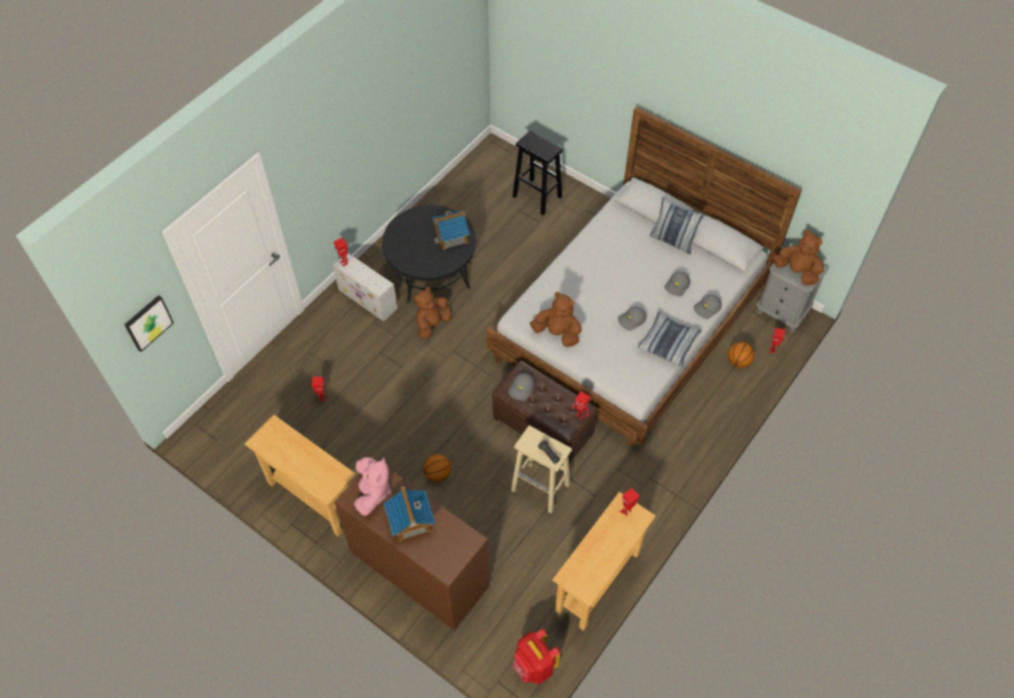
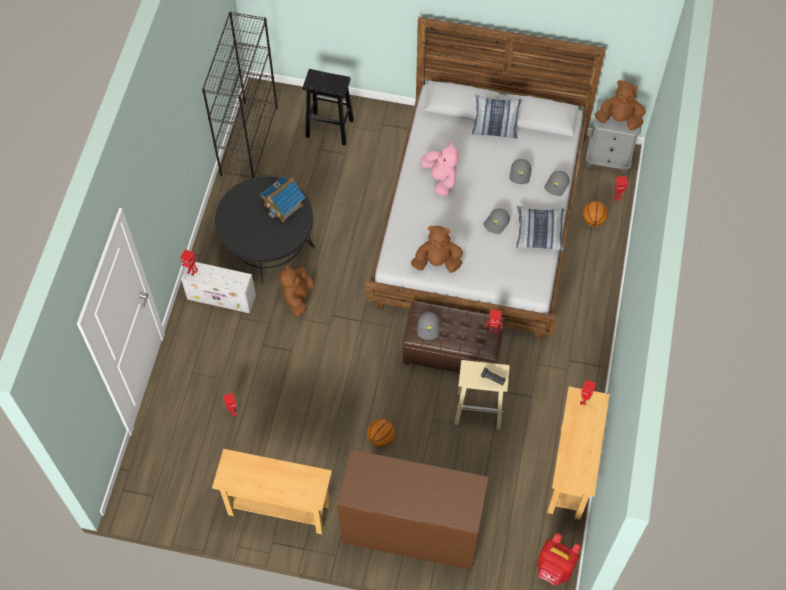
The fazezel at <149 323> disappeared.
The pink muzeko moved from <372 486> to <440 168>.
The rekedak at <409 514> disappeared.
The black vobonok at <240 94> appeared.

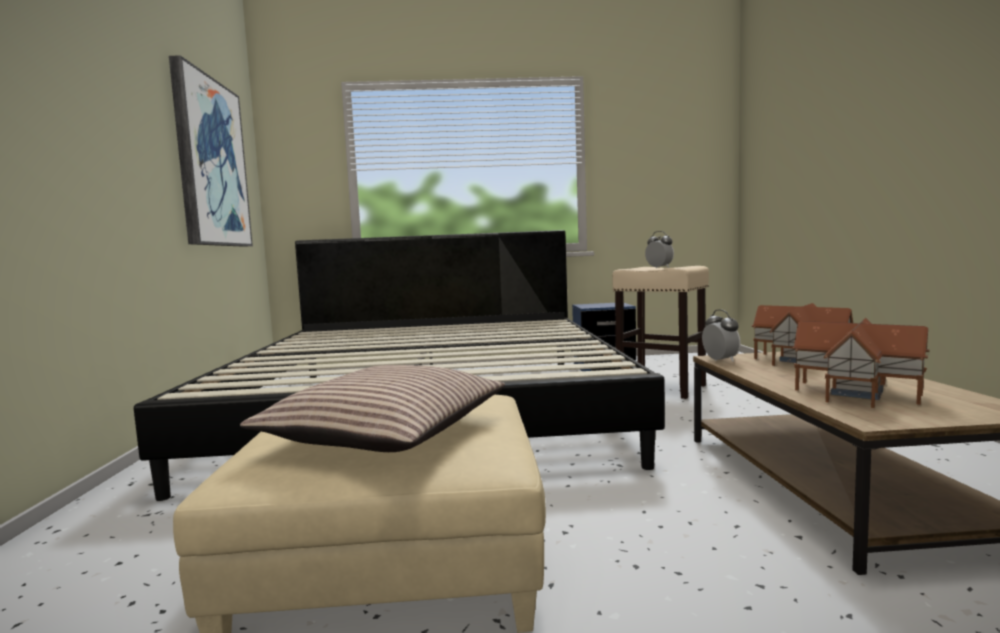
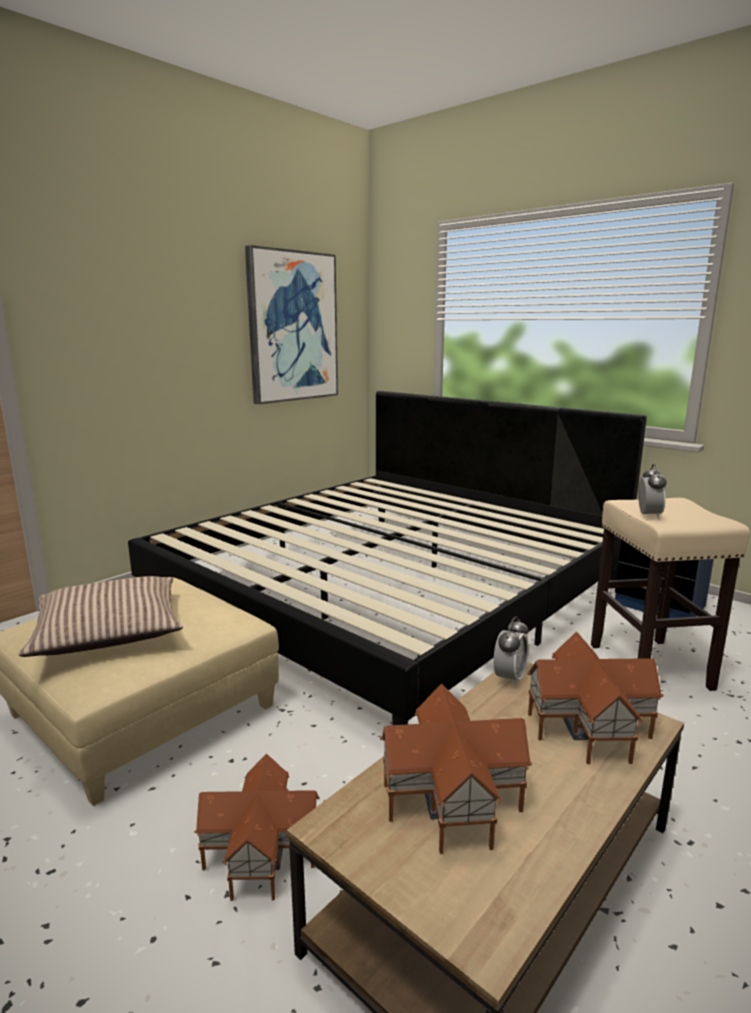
The rekedak at <257 827> appeared.

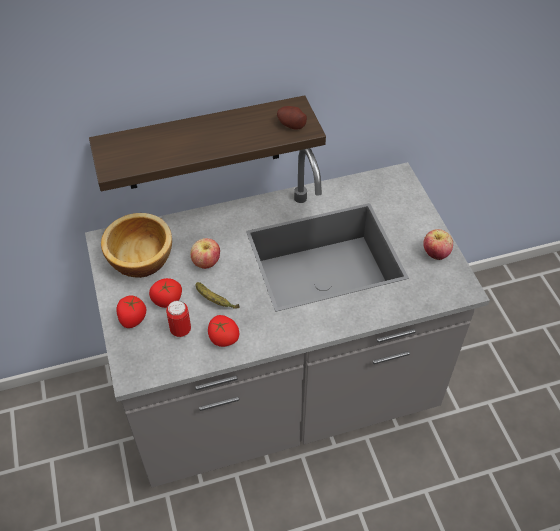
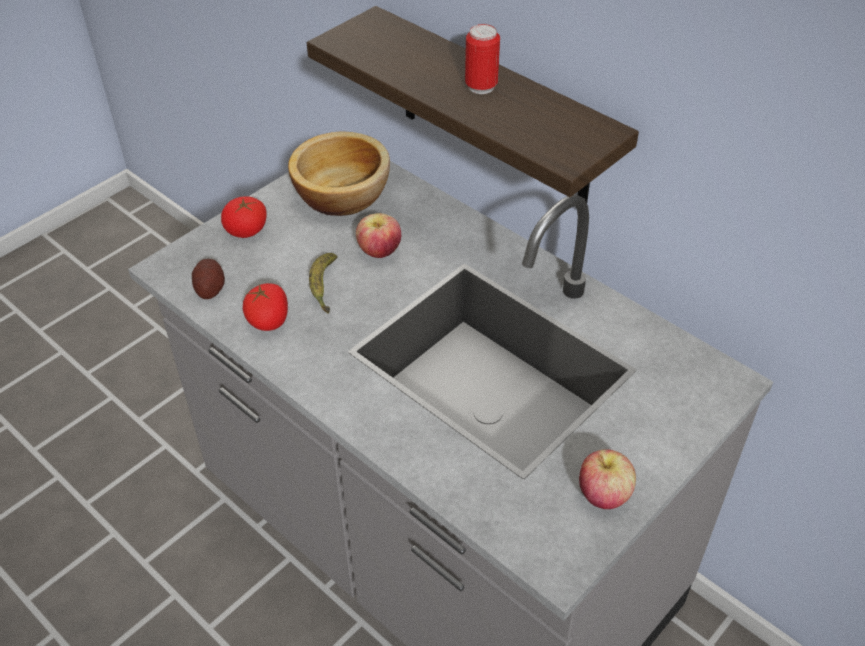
The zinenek at <165 293> disappeared.
The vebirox moved from <178 318> to <482 59>.
The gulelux moved from <292 118> to <208 279>.

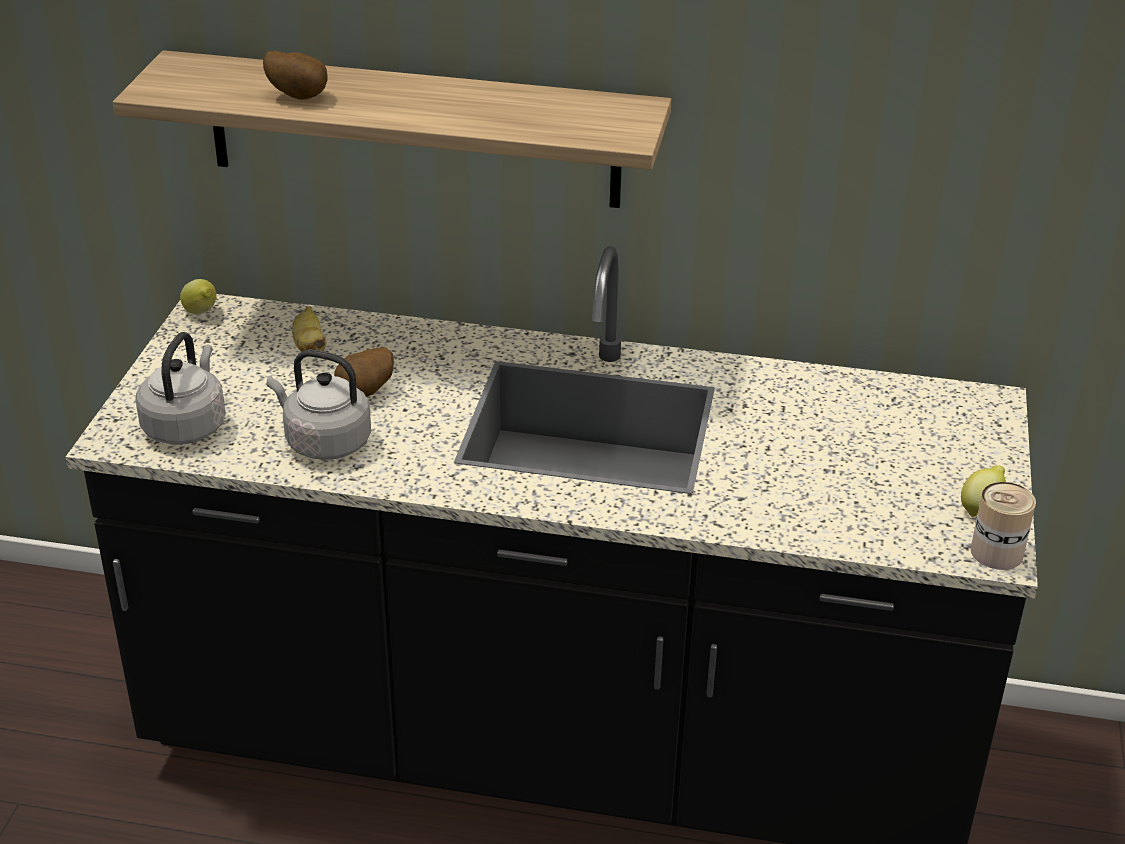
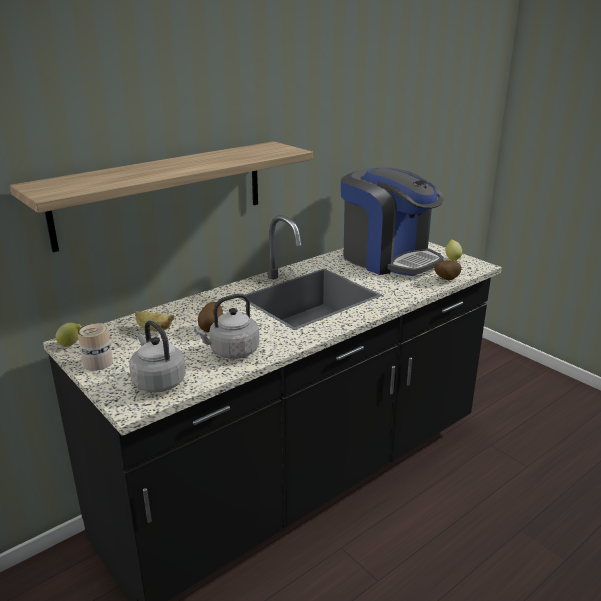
The gulelux moved from <295 75> to <448 270>.
The vebirox moved from <1003 526> to <95 347>.
The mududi at <392 221> appeared.

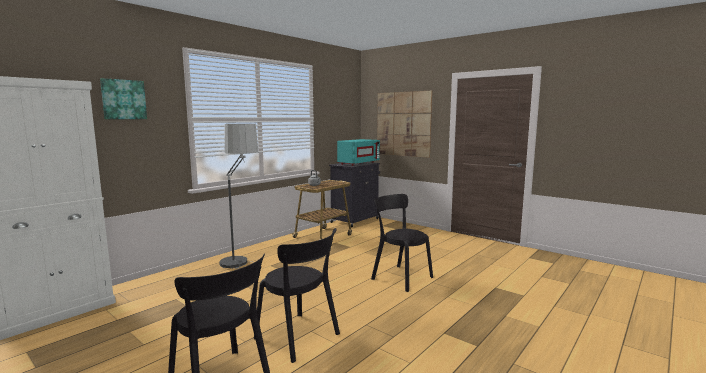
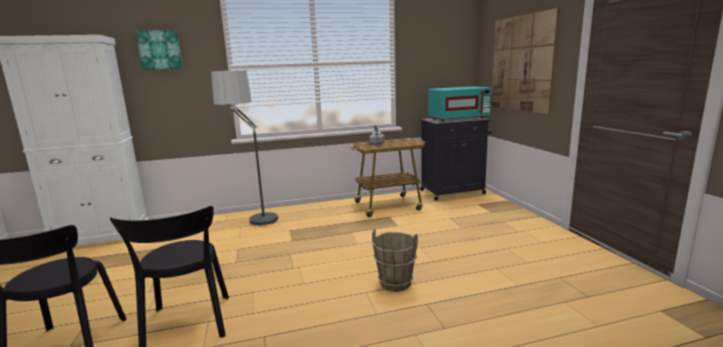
The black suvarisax at <402 243> was replaced by the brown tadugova at <395 260>.

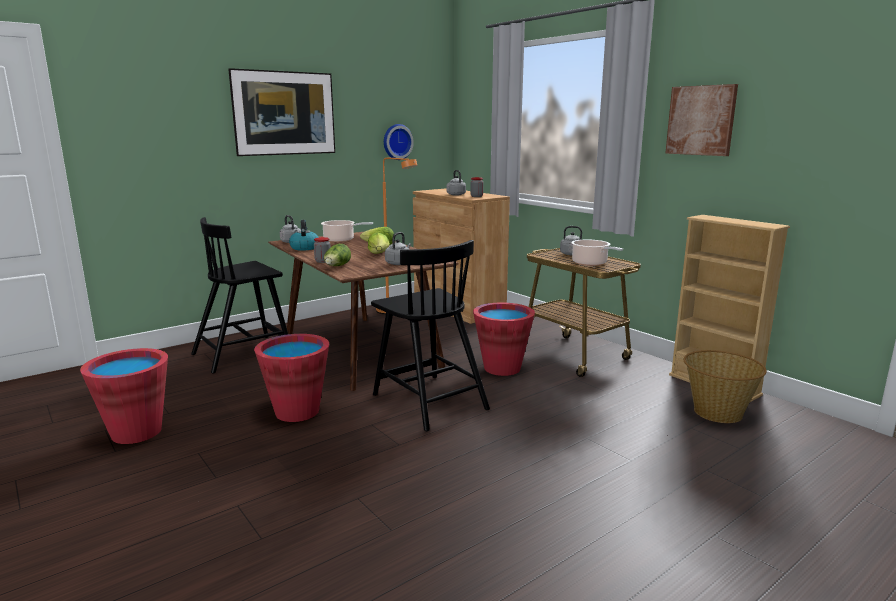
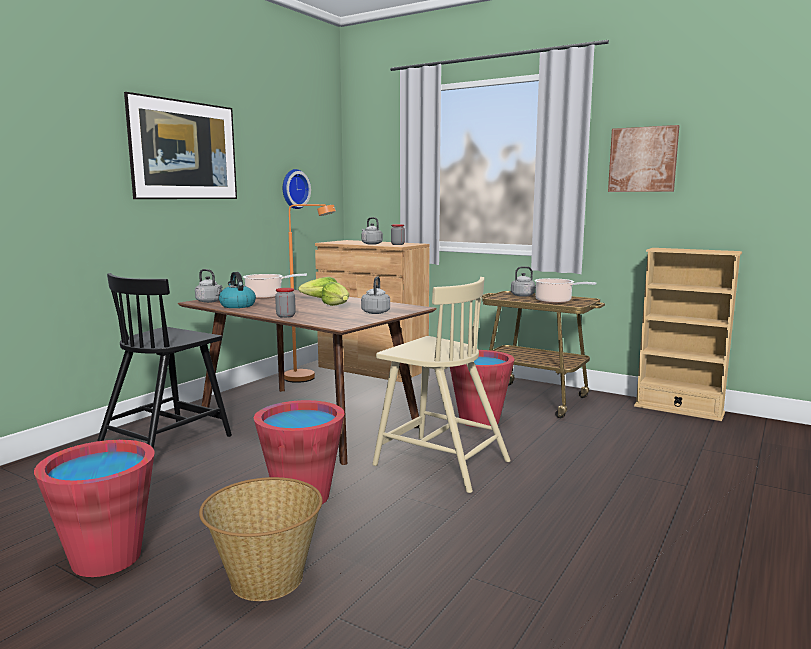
The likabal at <337 255> disappeared.
The black suvarisax at <430 335> became the beige suvarisax at <441 385>.
The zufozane moved from <725 386> to <260 539>.

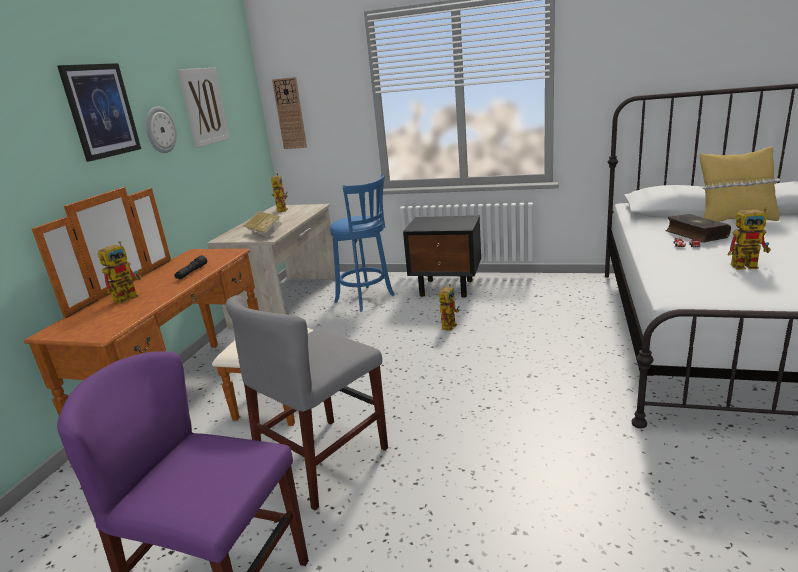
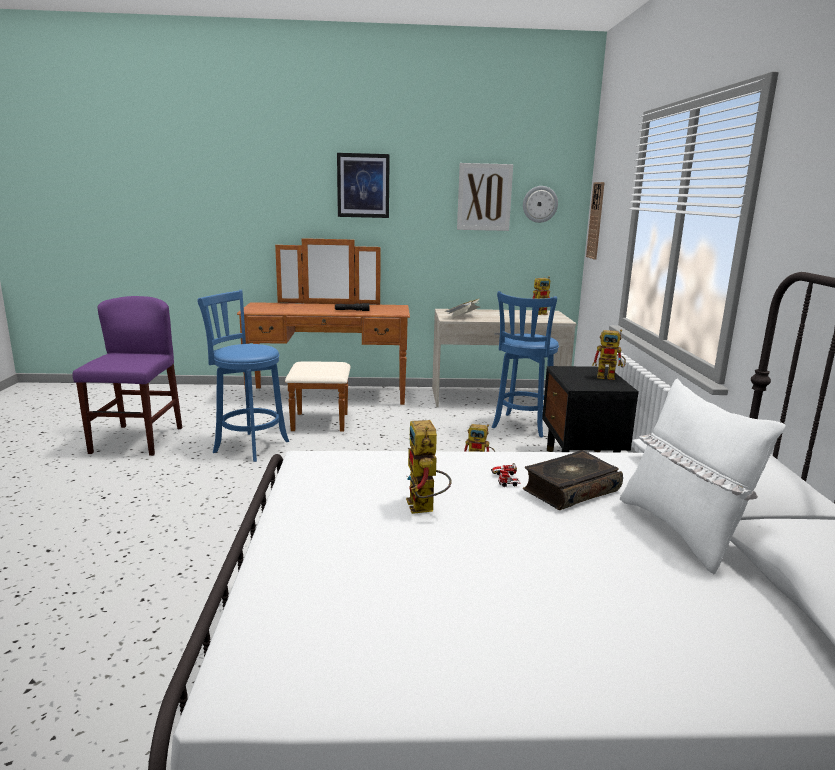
The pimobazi moved from <119 272> to <609 355>.
The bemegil moved from <161 129> to <540 204>.
The grey suvarisax at <307 402> was replaced by the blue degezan at <243 376>.
The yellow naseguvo at <740 184> became the white naseguvo at <703 477>.

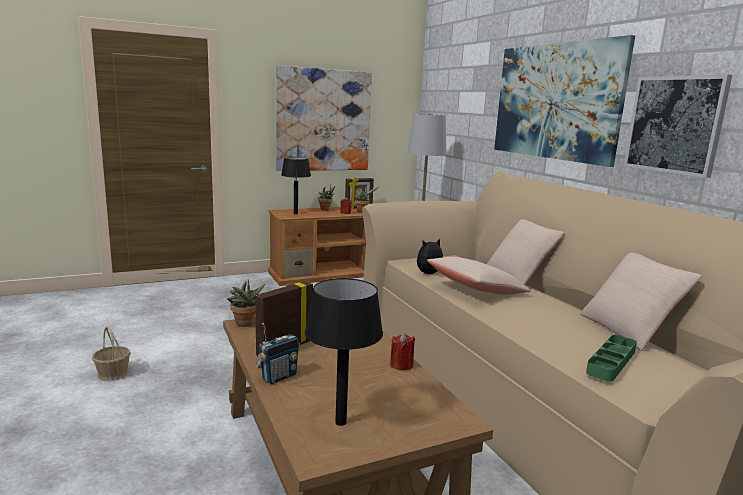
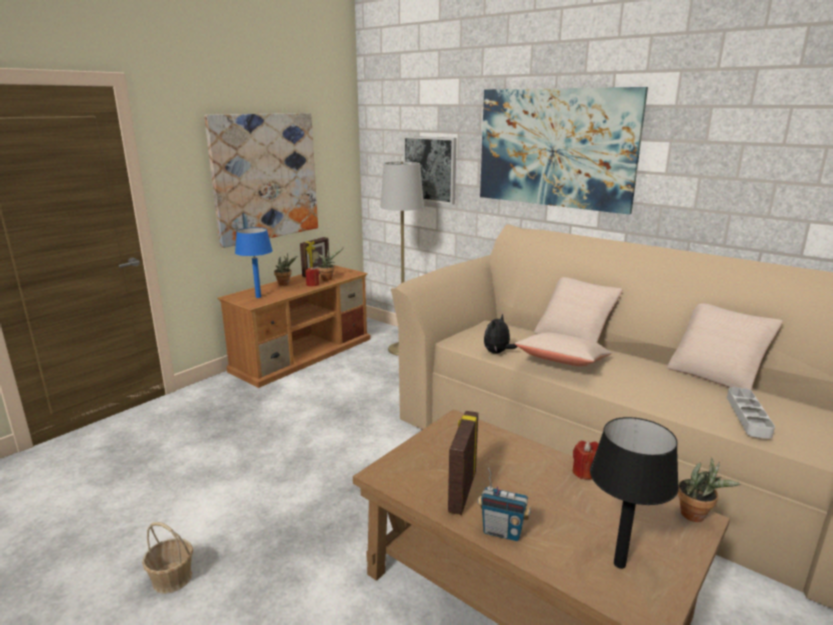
The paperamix moved from <246 303> to <709 489>.
The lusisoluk at <278 353> turned 90 degrees clockwise.
The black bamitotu at <296 185> became the blue bamitotu at <254 262>.
The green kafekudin at <611 358> became the grey kafekudin at <751 413>.
The fazezel moved from <678 126> to <430 170>.

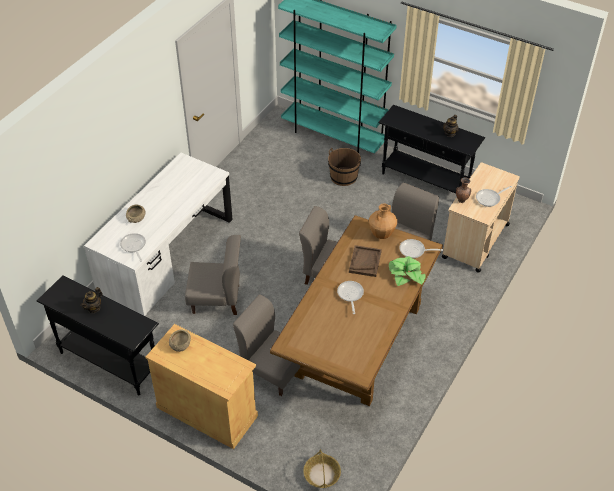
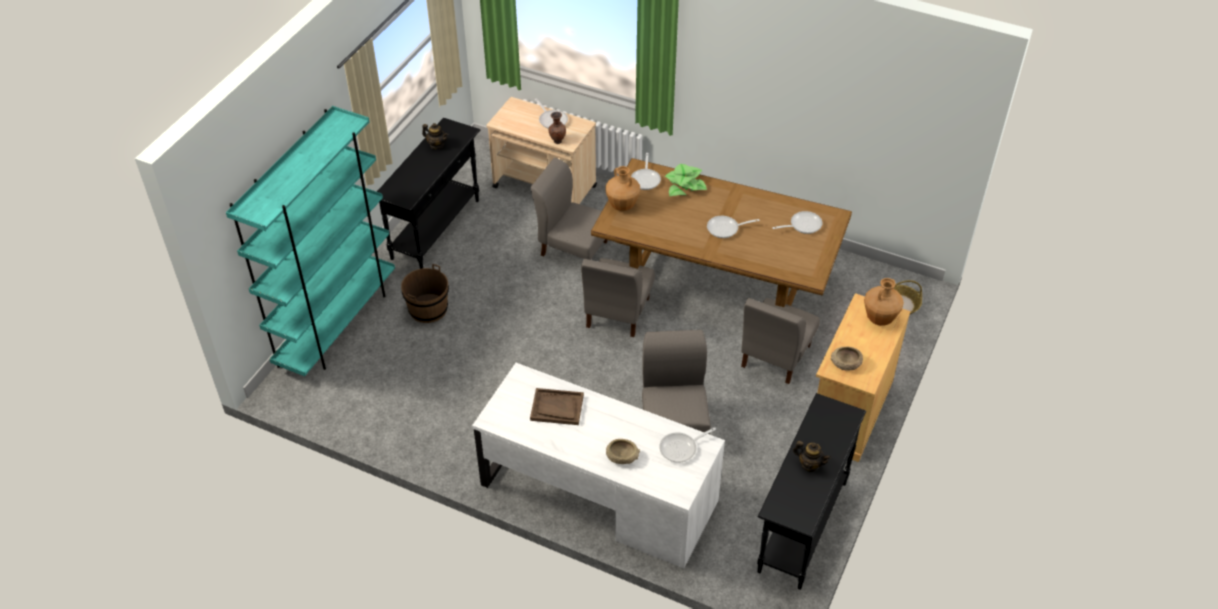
The brown kafekudin moved from <365 261> to <557 406>.
The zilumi at <797 222> appeared.
The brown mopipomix at <884 302> appeared.

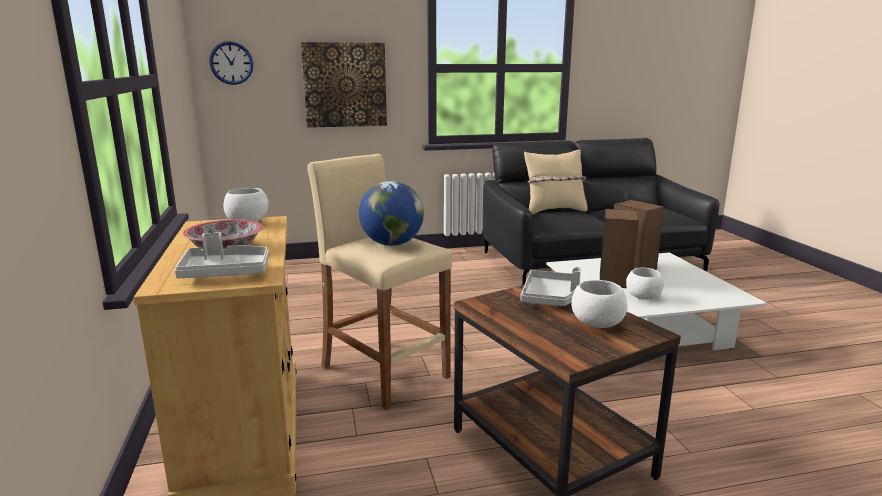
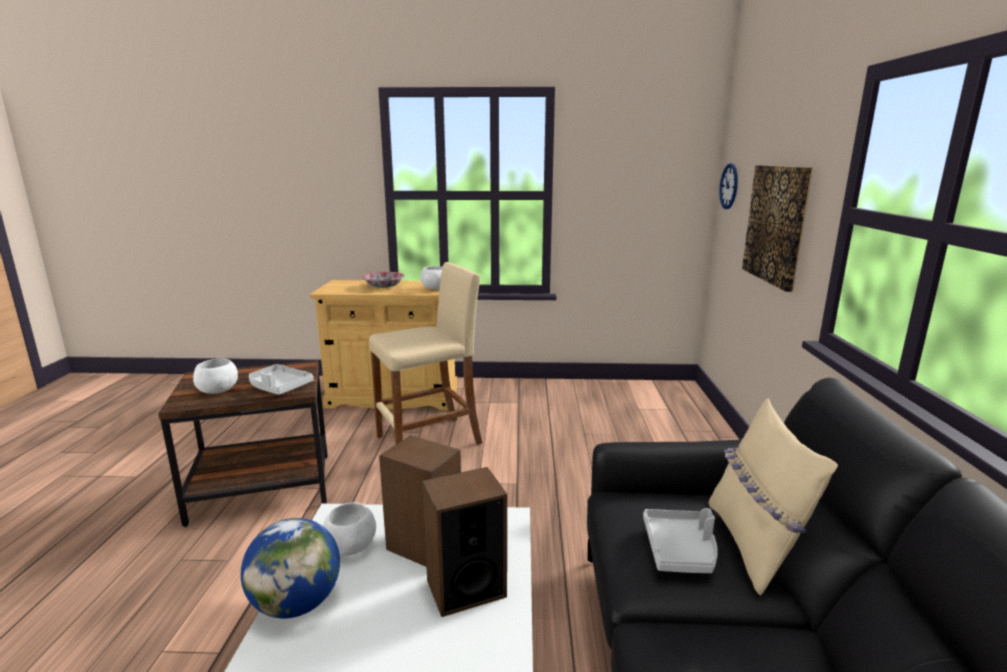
The grey kafekudin moved from <221 255> to <680 540>.
The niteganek moved from <391 213> to <290 568>.

